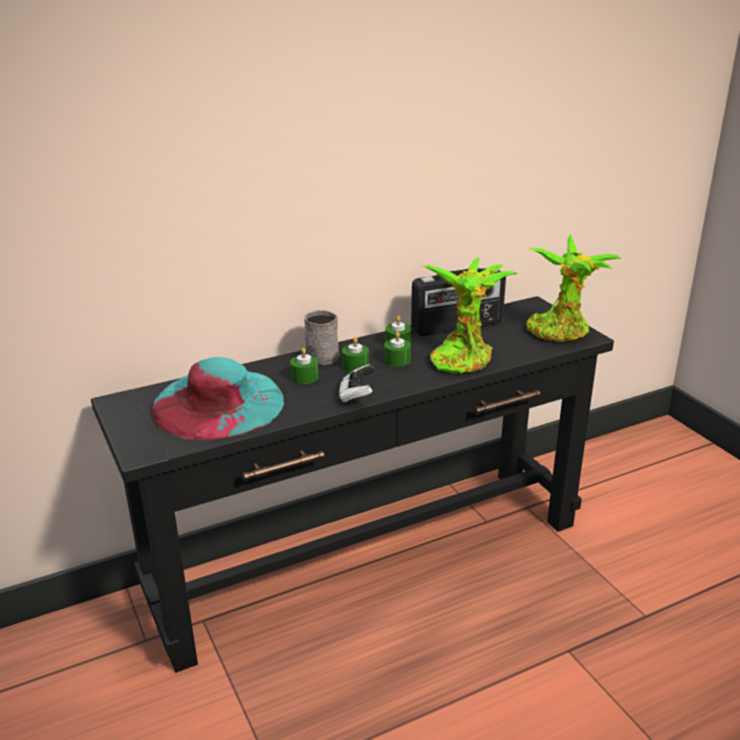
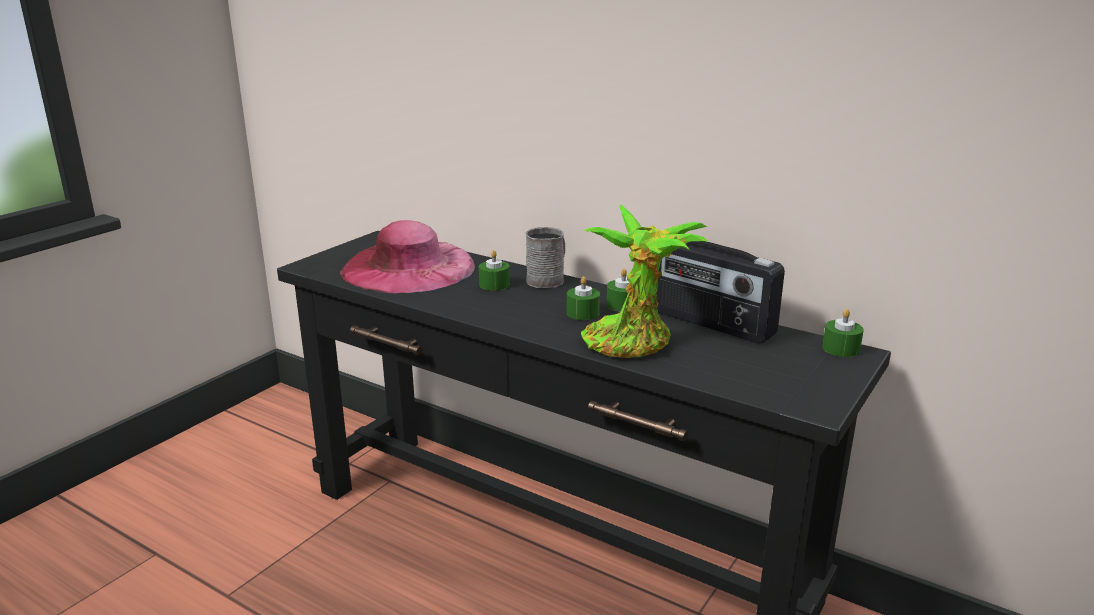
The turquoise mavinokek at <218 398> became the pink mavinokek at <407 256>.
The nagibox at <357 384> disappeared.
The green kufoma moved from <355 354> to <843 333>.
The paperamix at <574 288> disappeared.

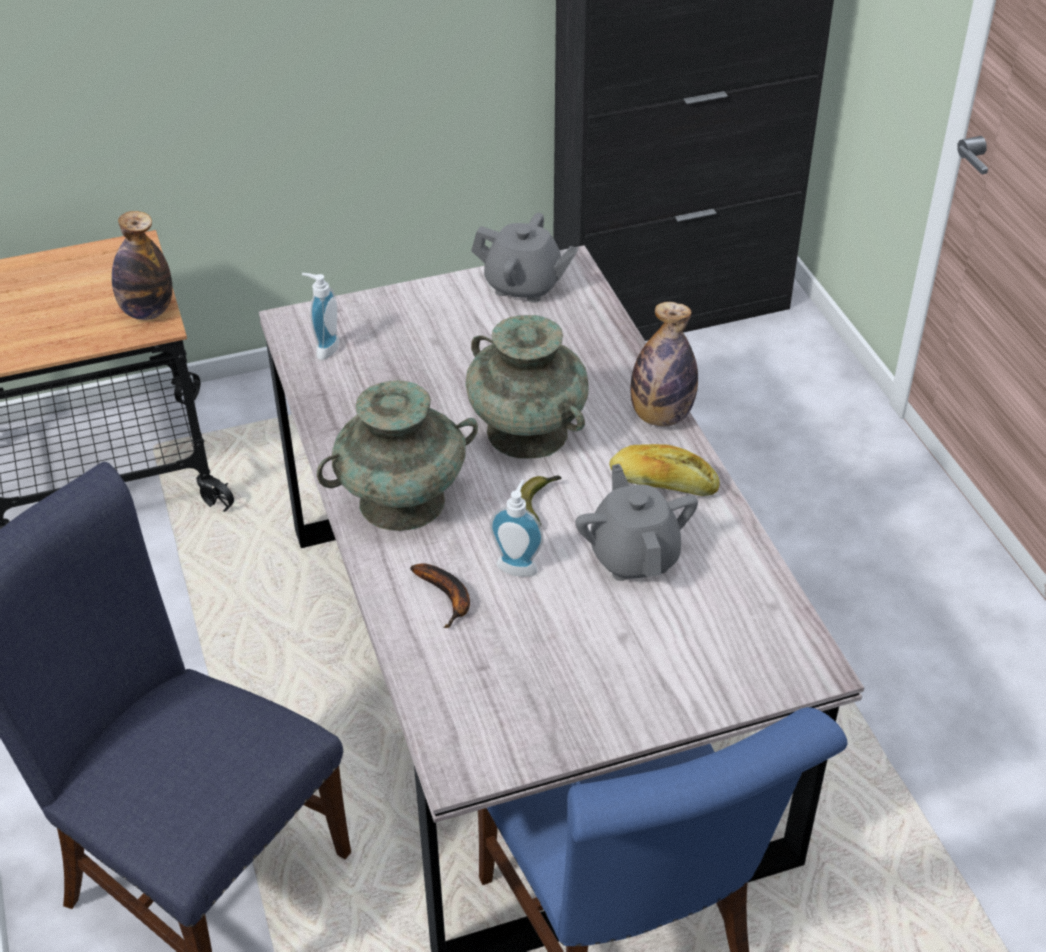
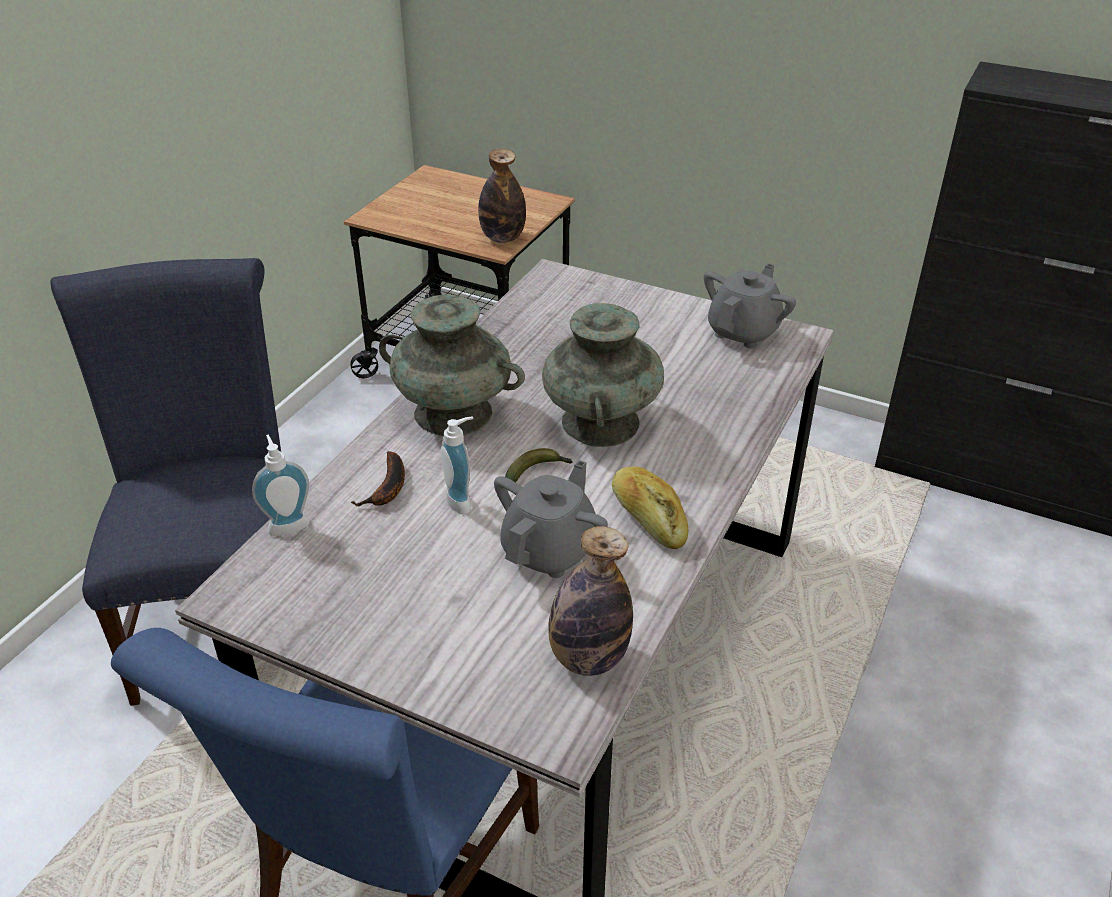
The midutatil moved from <321 316> to <281 485>.
The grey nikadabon at <524 258> turned 120 degrees counterclockwise.
The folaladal moved from <664 364> to <590 601>.

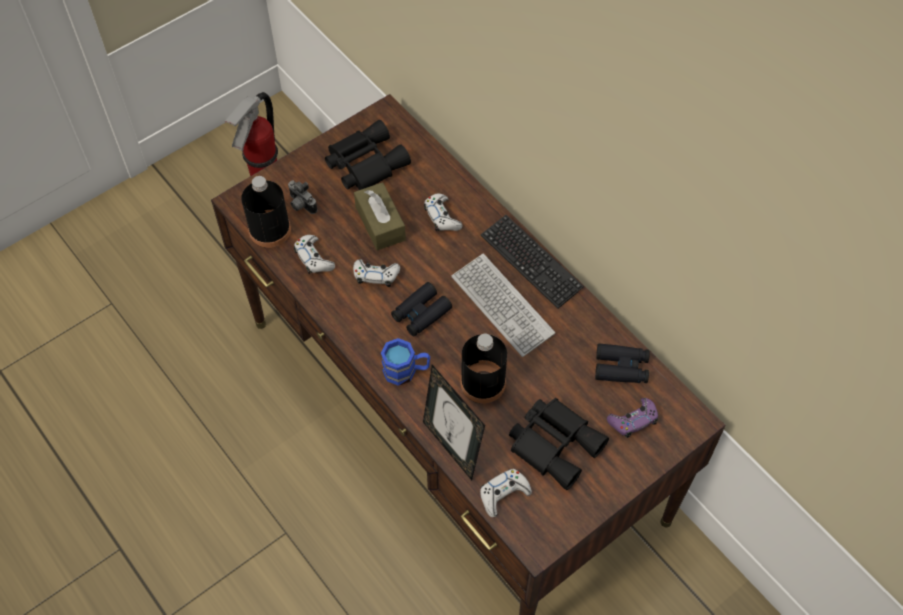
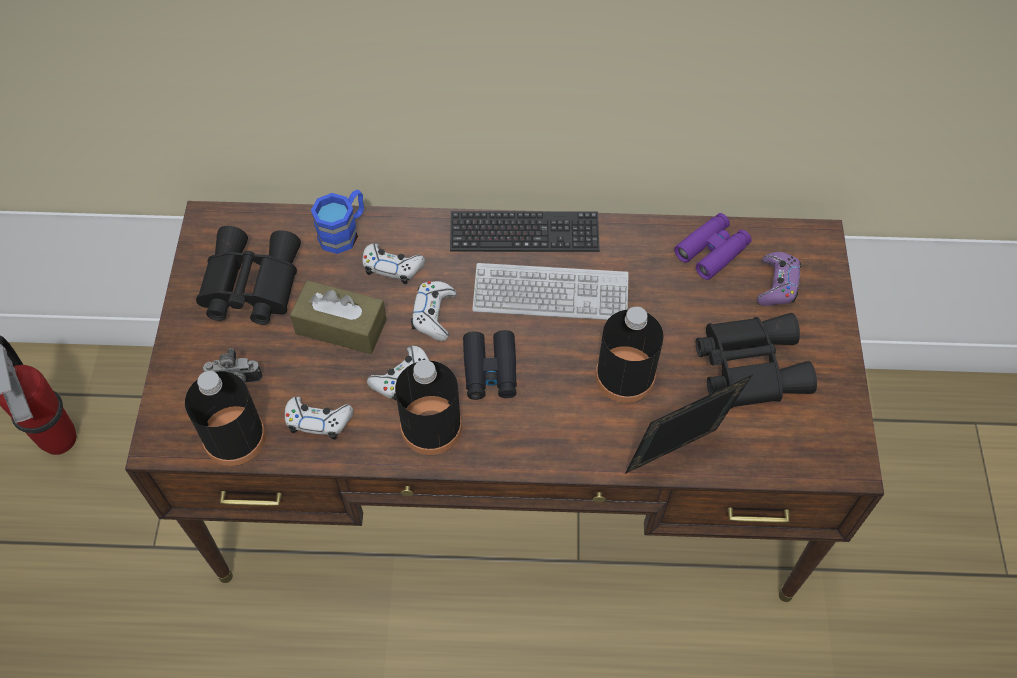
The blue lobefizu moved from <405 362> to <337 222>.
The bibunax at <454 422> turned 150 degrees clockwise.
The white nagibox moved from <506 493> to <434 311>.
The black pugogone at <622 363> became the purple pugogone at <713 246>.
The black folaladal at <428 407> appeared.

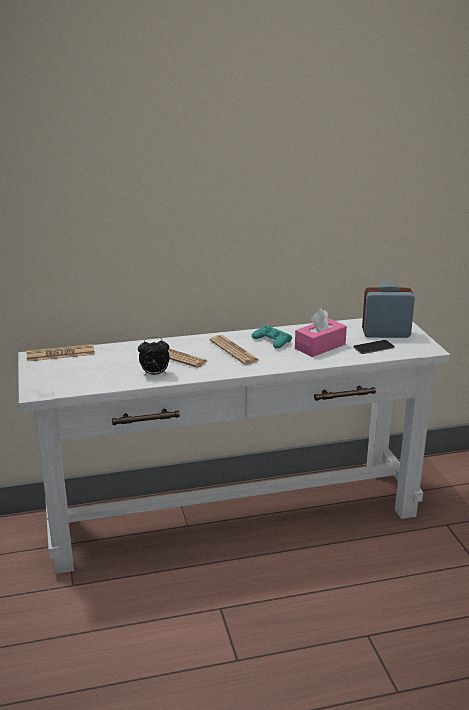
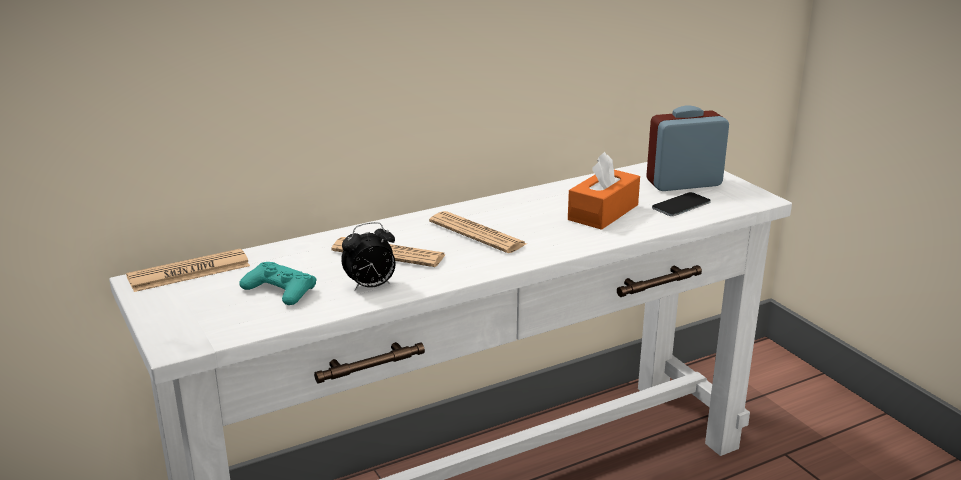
The turquoise nagibox moved from <272 337> to <278 283>.
The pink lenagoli at <321 332> became the orange lenagoli at <604 191>.

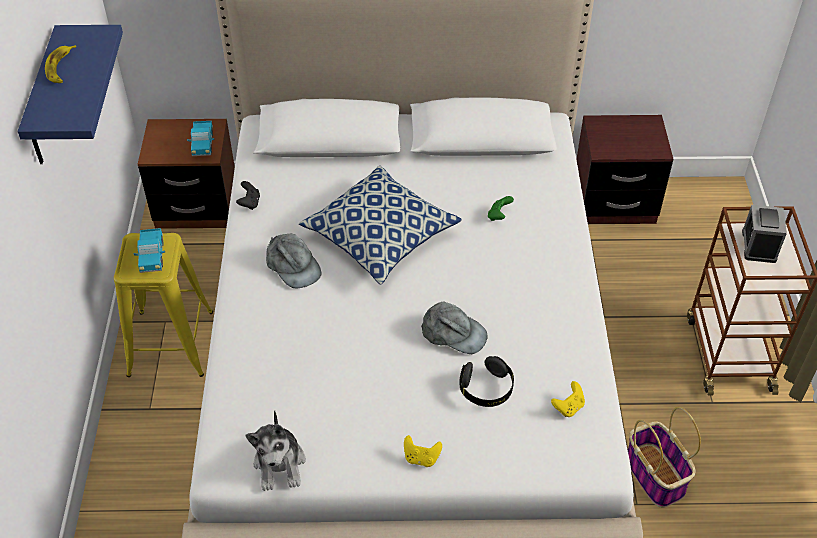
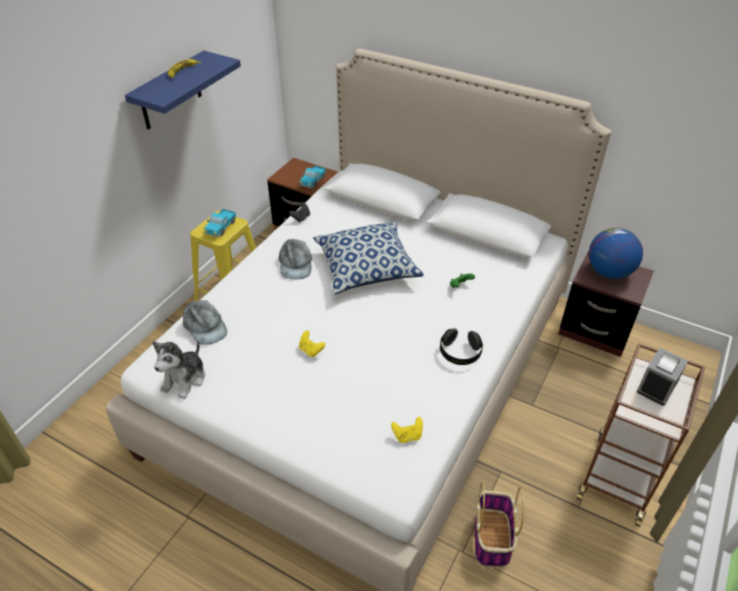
The yellow nagibox moved from <423 451> to <312 344>.
The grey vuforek moved from <454 327> to <205 322>.
The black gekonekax moved from <486 381> to <461 346>.
The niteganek at <616 253> appeared.

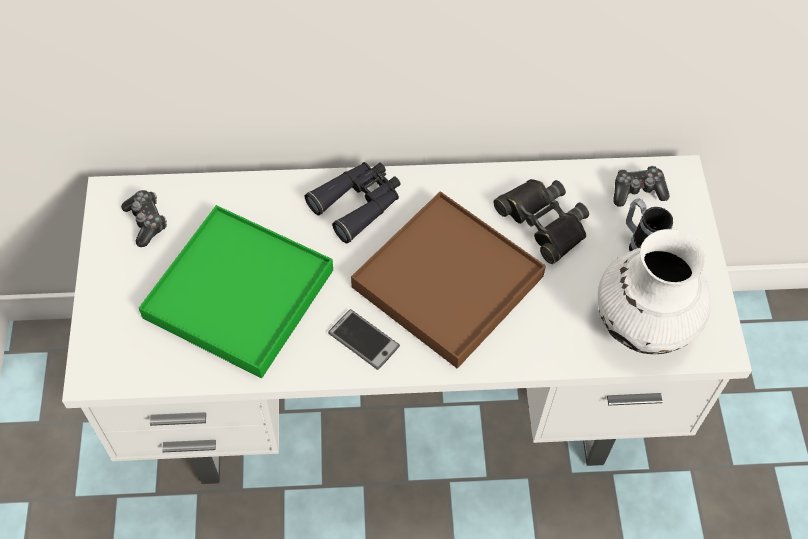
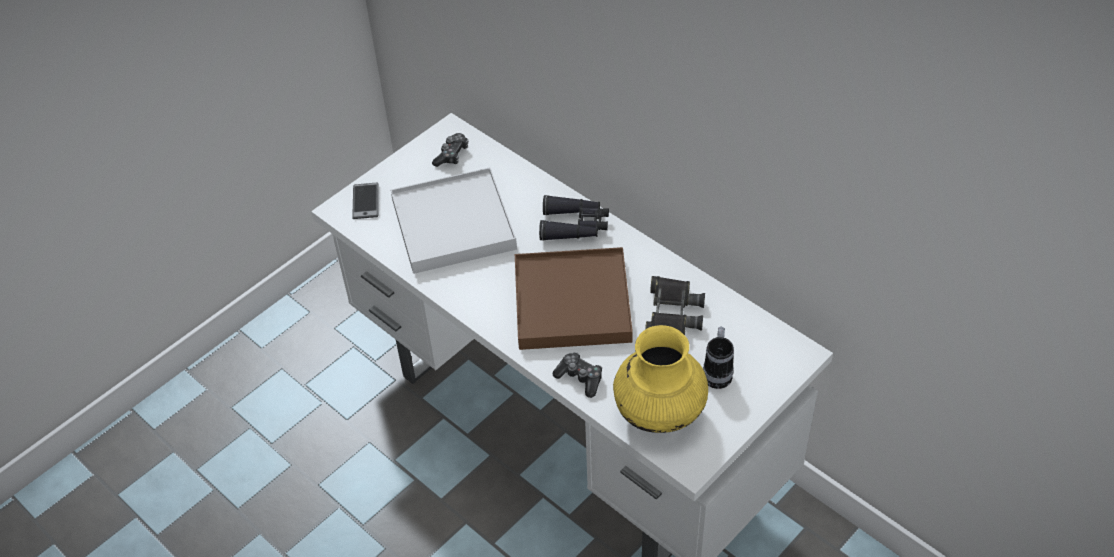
The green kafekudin at <236 291> became the white kafekudin at <454 220>.
The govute moved from <364 339> to <365 201>.
The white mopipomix at <654 291> became the yellow mopipomix at <660 379>.
The nagibox moved from <641 186> to <577 375>.

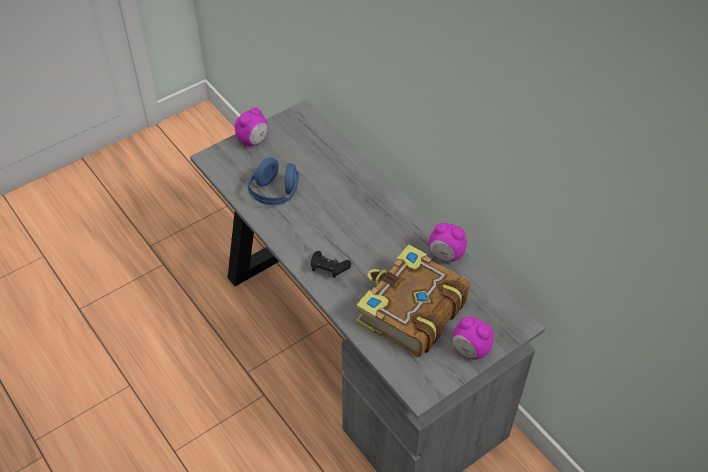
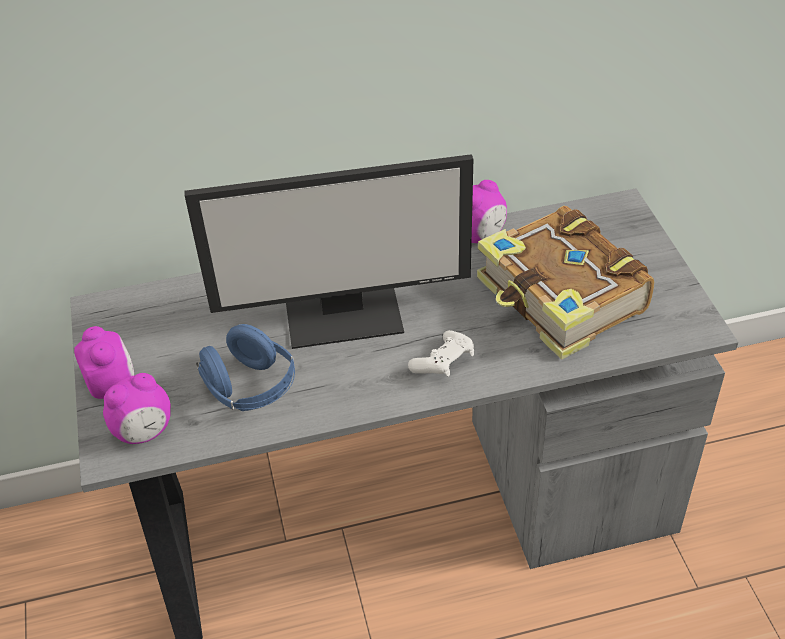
The black nagibox at <331 264> became the white nagibox at <441 353>.
The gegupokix moved from <473 338> to <137 408>.
The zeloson at <328 251> appeared.

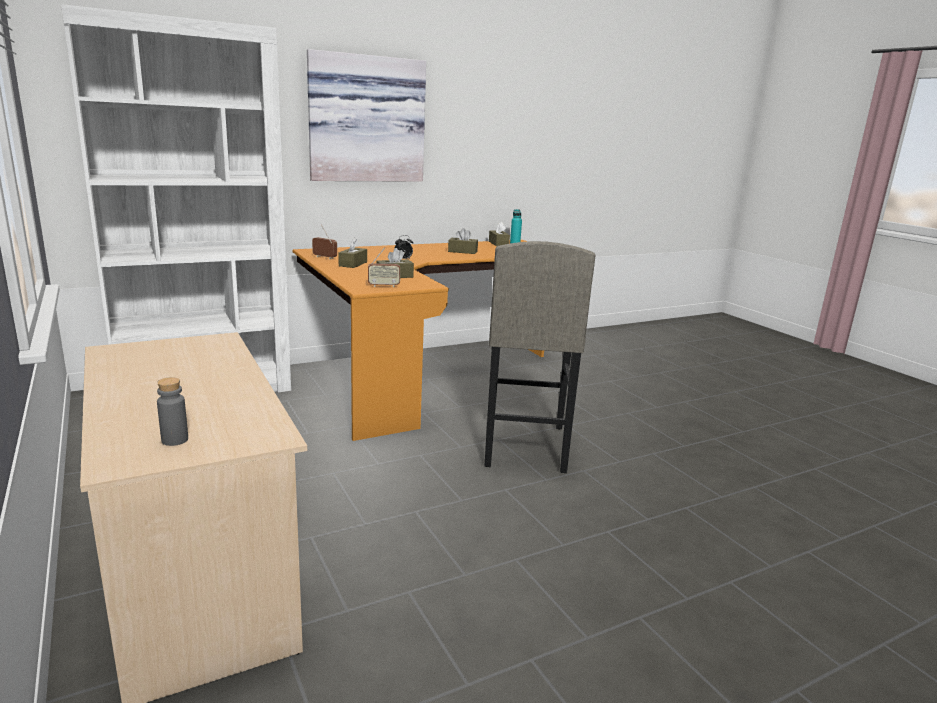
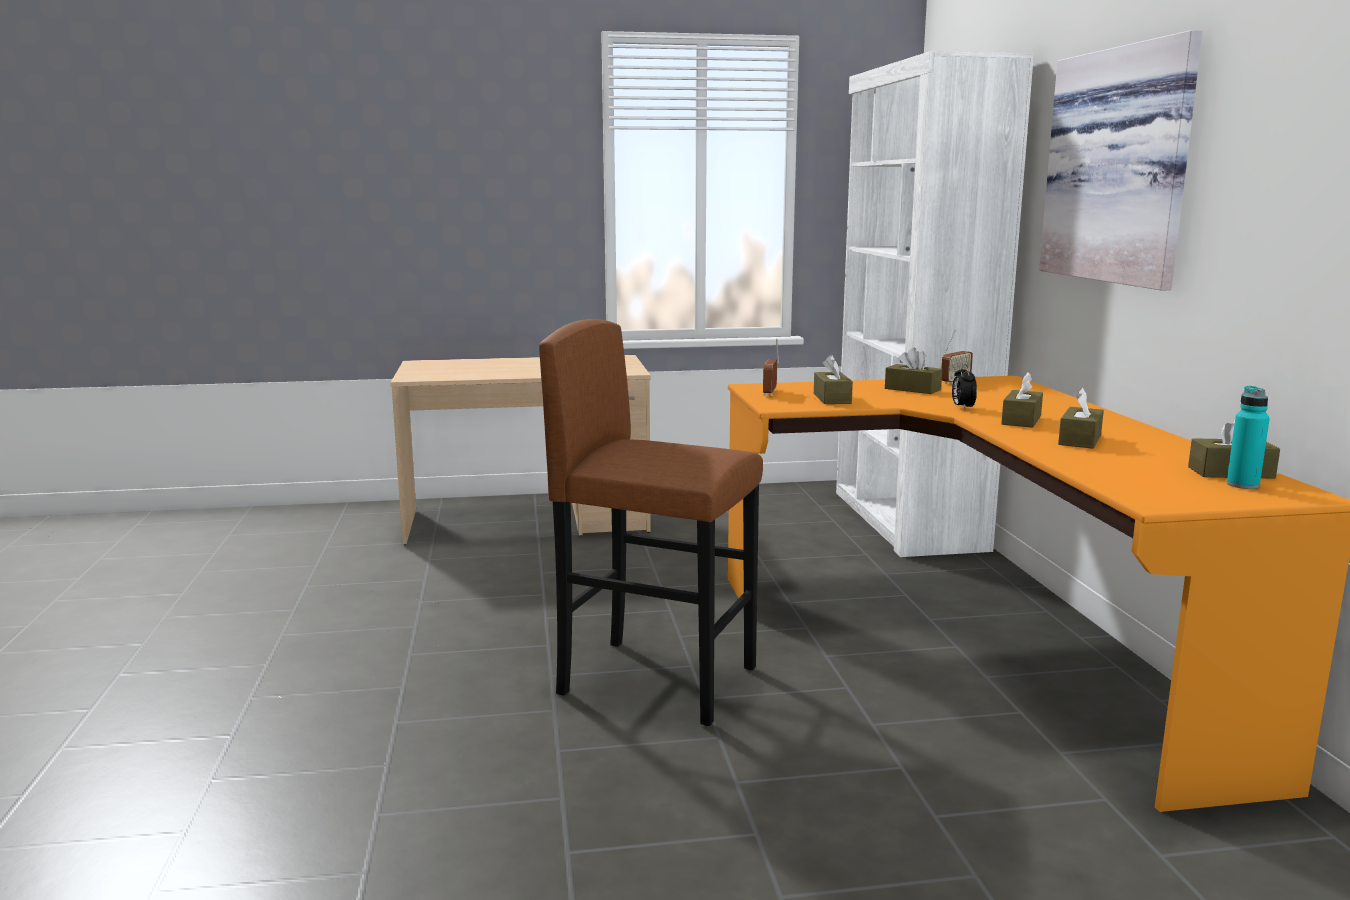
The grey folaladal at <172 411> disappeared.
The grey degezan at <539 357> became the brown degezan at <651 522>.
The brown lenagoli at <1022 400> appeared.

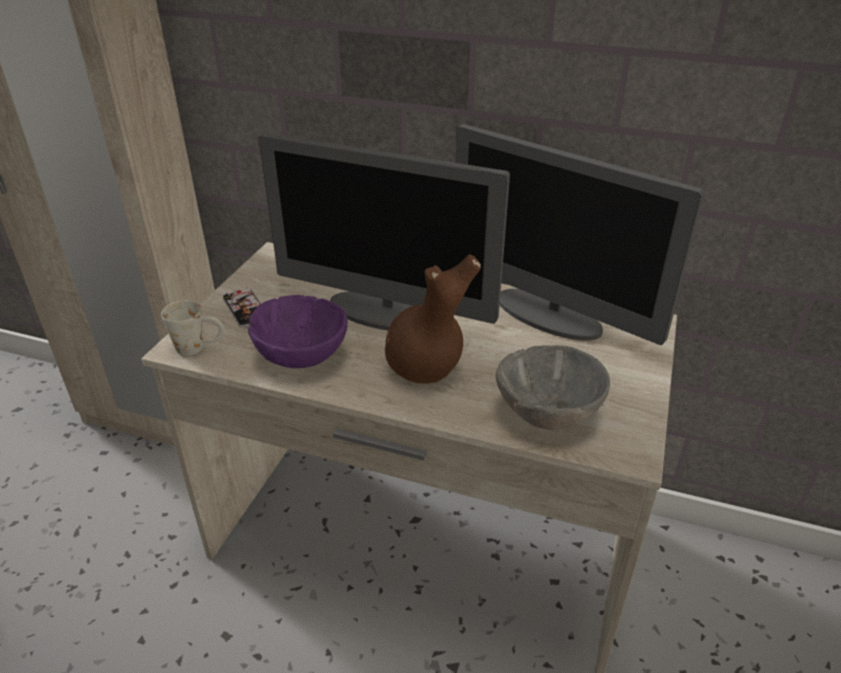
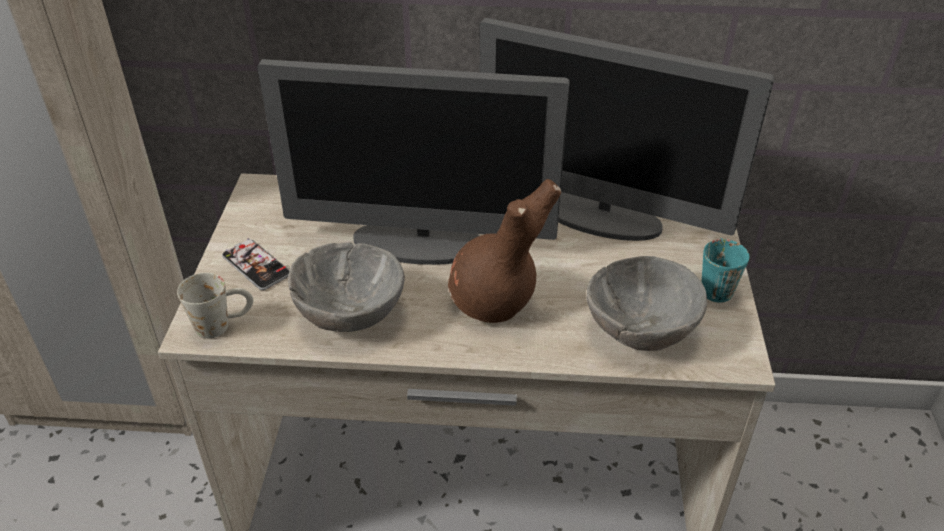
The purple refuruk at <298 331> became the grey refuruk at <346 287>.
The turquoise lobefizu at <725 270> appeared.

